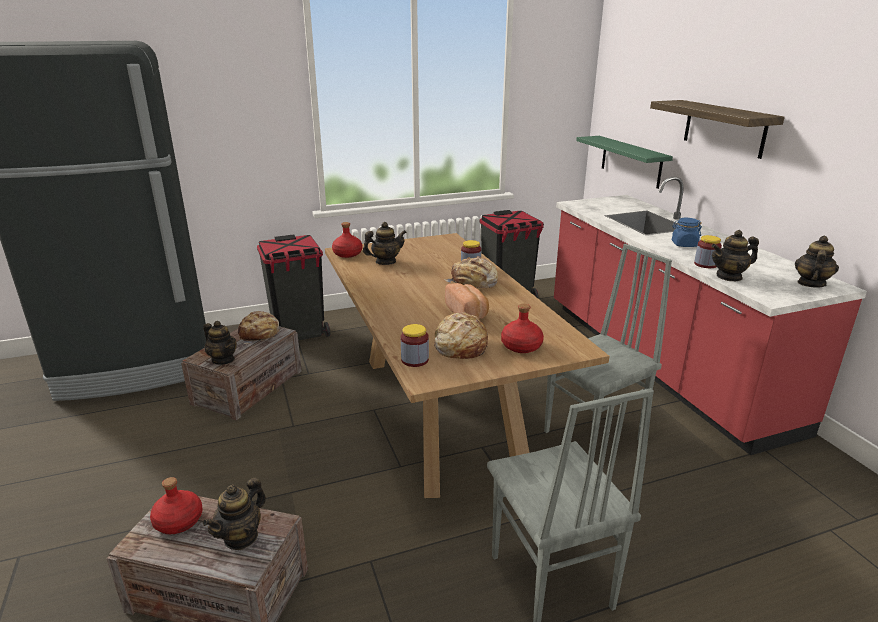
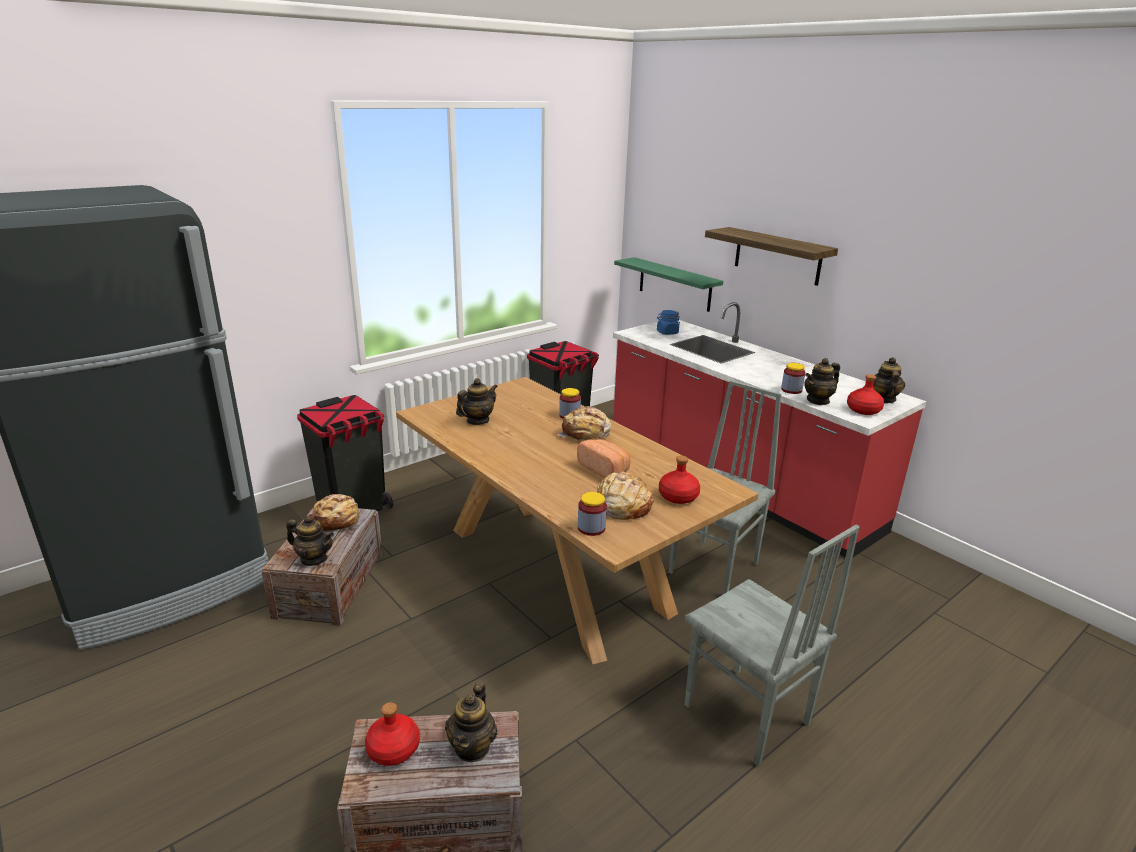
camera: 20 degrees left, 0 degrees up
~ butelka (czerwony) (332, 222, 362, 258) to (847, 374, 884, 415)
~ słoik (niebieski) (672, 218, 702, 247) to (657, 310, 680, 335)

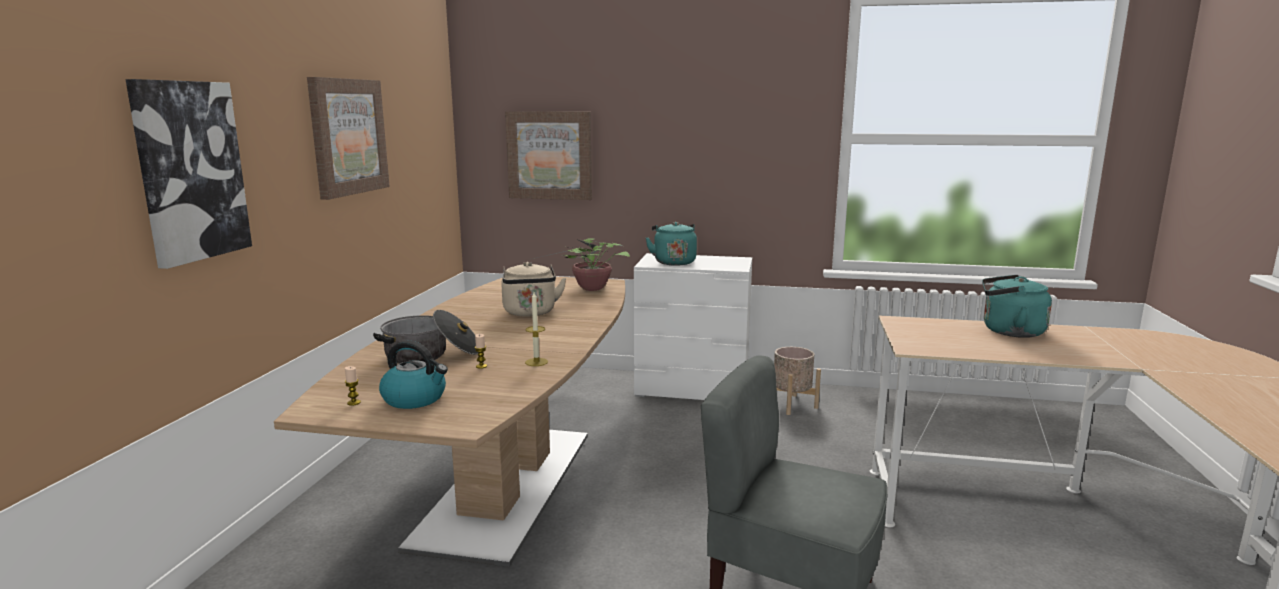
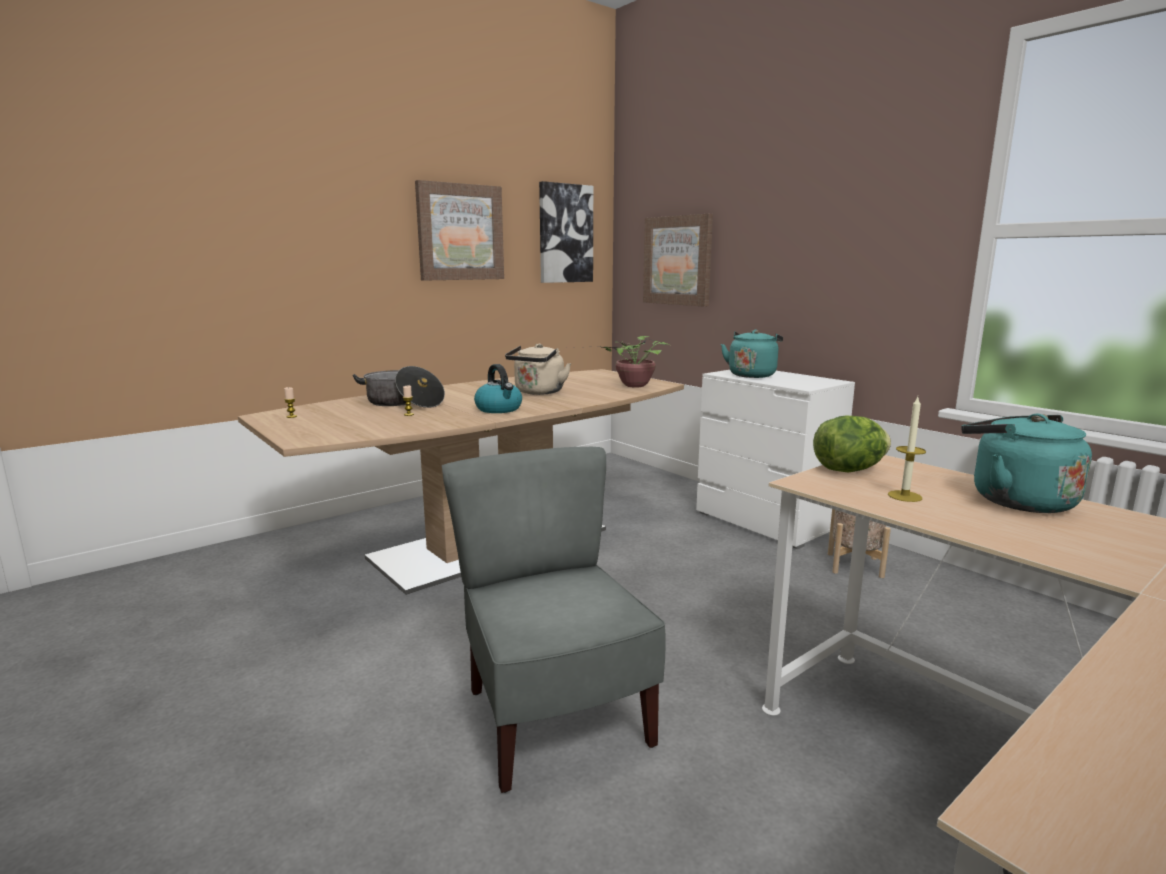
camera: 40 degrees right, 0 degrees up
~ obraz (125, 79, 252, 269) to (539, 181, 593, 283)
~ czajnik (379, 341, 448, 409) to (474, 364, 522, 413)
~ świeca (525, 292, 548, 366) to (888, 397, 926, 502)
+ sałata (813, 416, 891, 472)

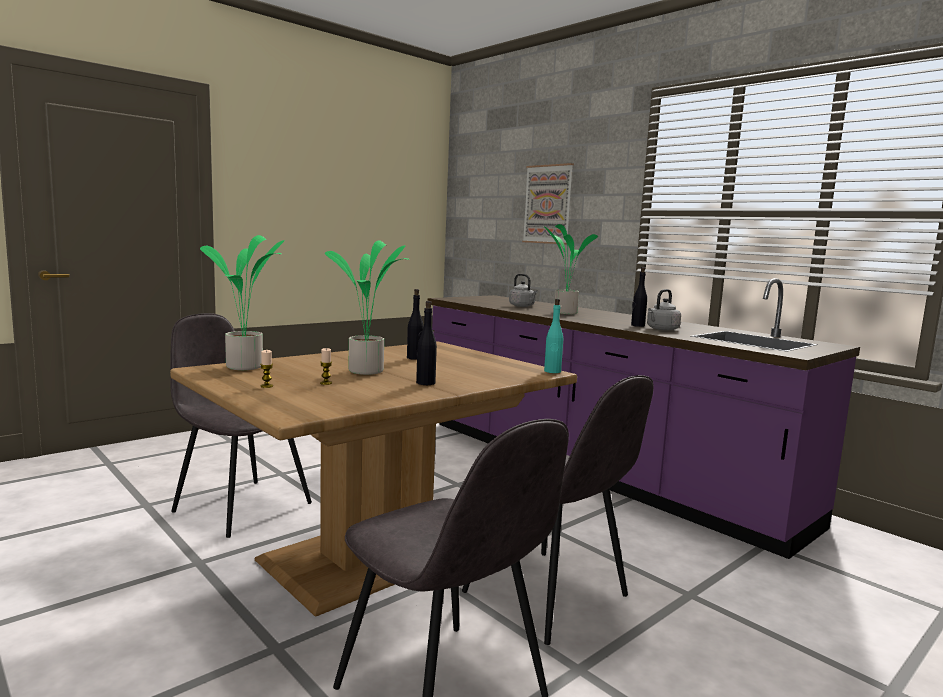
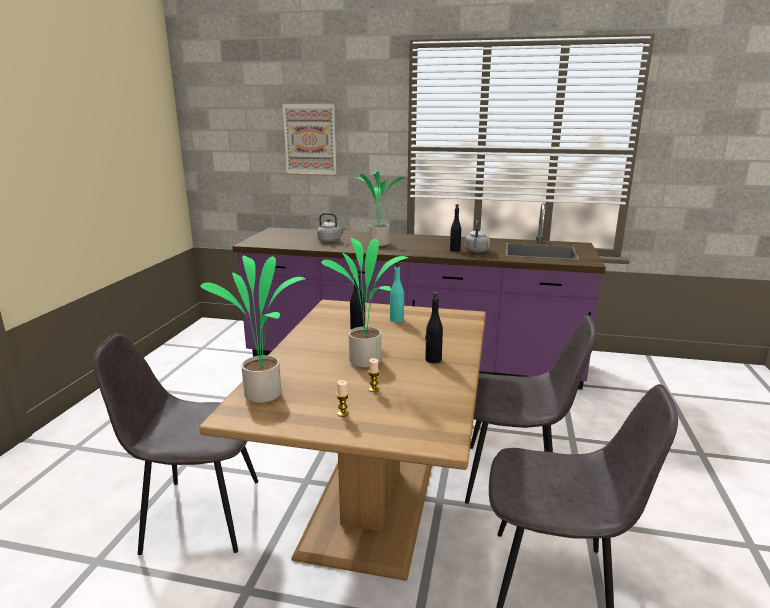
camera: 35 degrees left, 10 degrees up
~ butelka (turkusowy) (544, 299, 563, 373) to (390, 262, 404, 322)

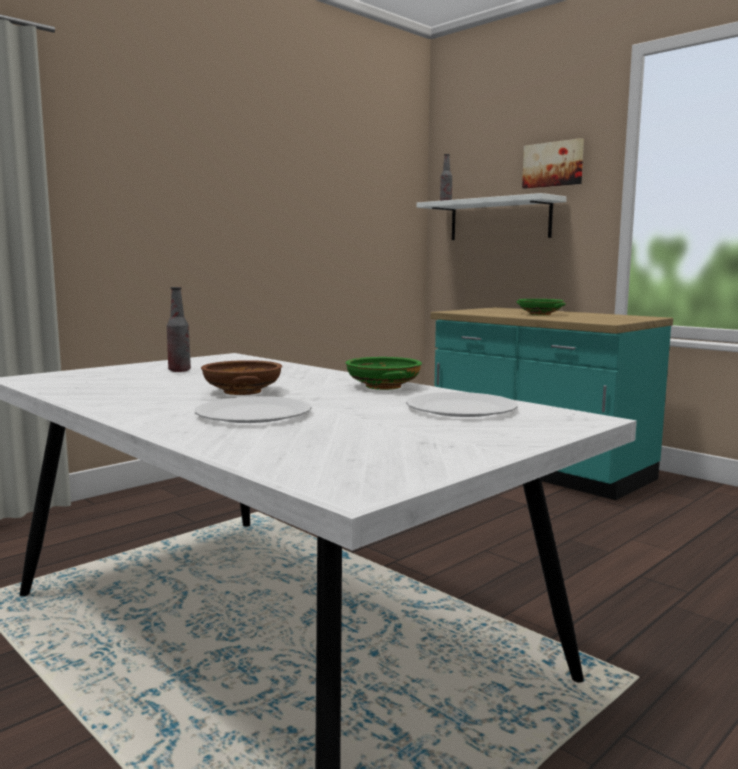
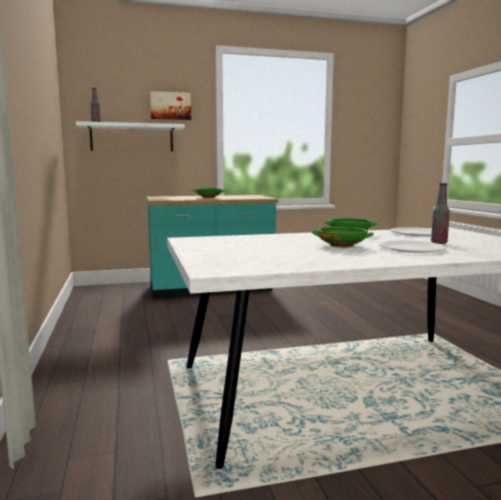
camera: 60 degrees left, 0 degrees up
~ butelka (167, 287, 191, 372) to (431, 183, 450, 244)
~ miska (brązowy) (201, 360, 282, 395) to miska (zielony) (312, 227, 374, 248)

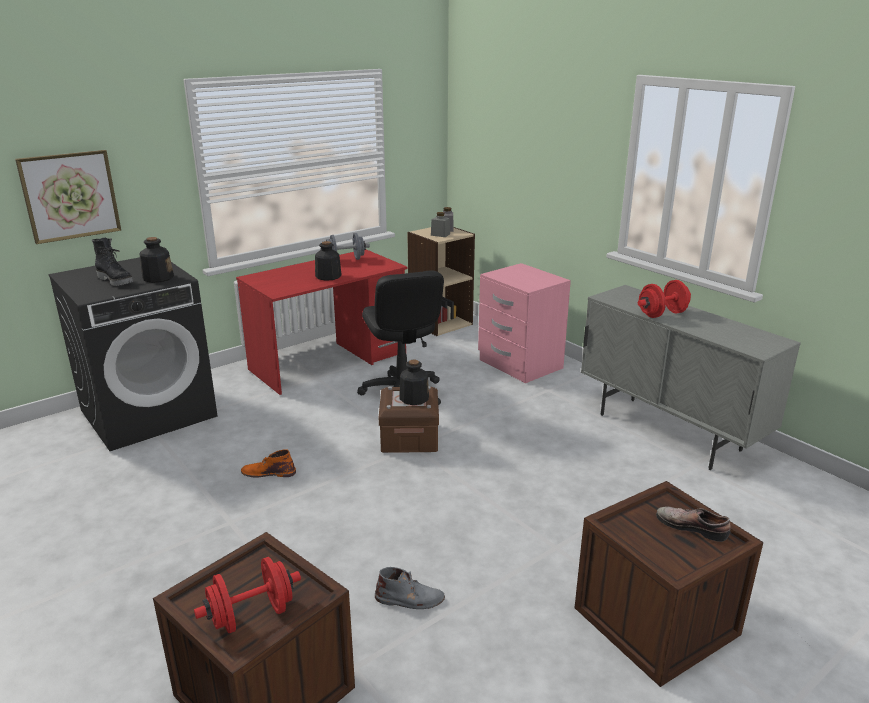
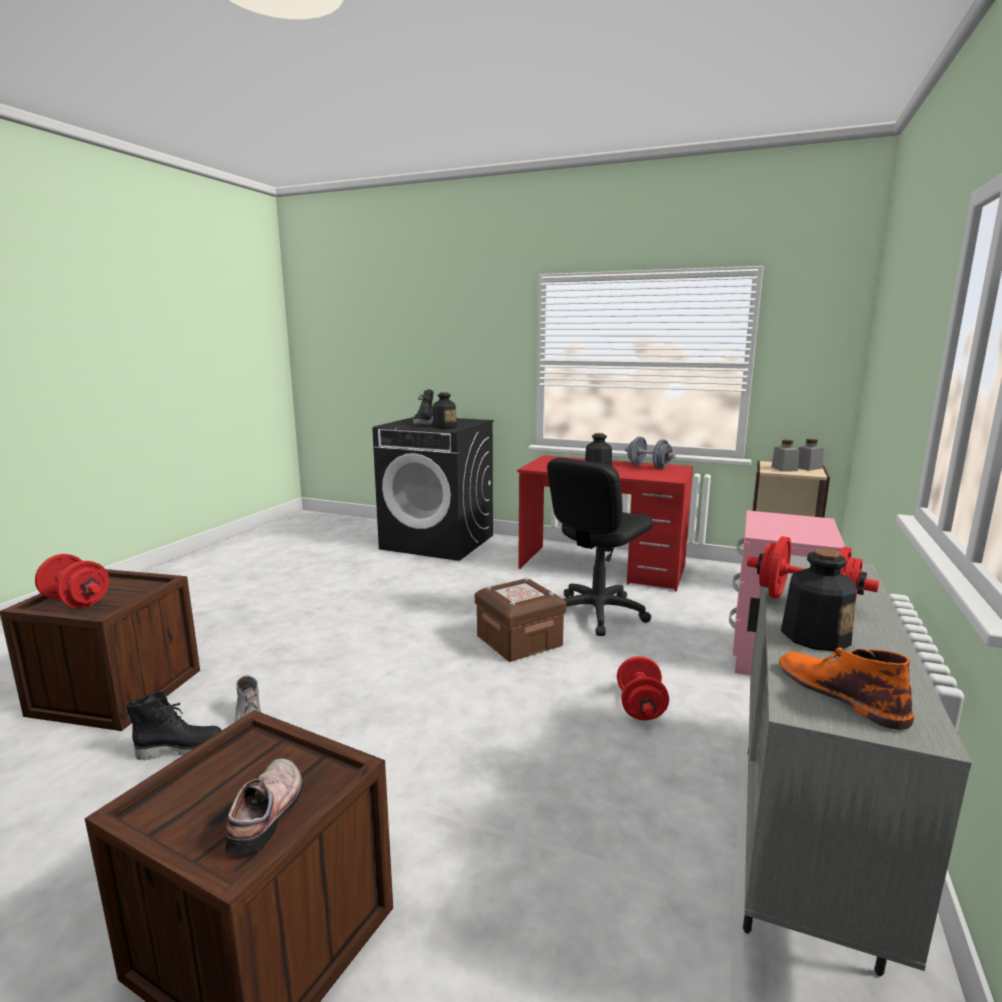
camera: 60 degrees right, 10 degrees down
- obraz (15, 150, 121, 244)
~ but z cholewką (pomarańczowy) (241, 449, 296, 478) to (779, 647, 914, 730)
~ butelka (399, 359, 429, 405) to (781, 549, 856, 651)
+ but z cholewką (czarny) (126, 691, 222, 760)
+ hantel (czerwony) (617, 656, 669, 720)

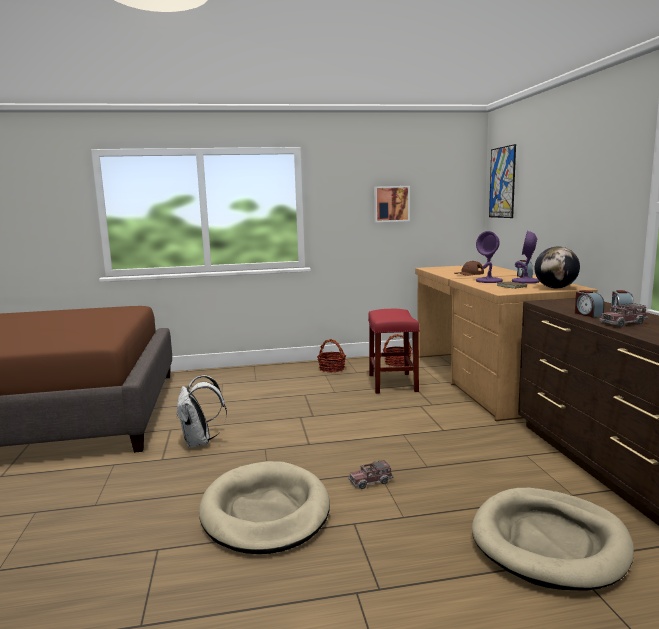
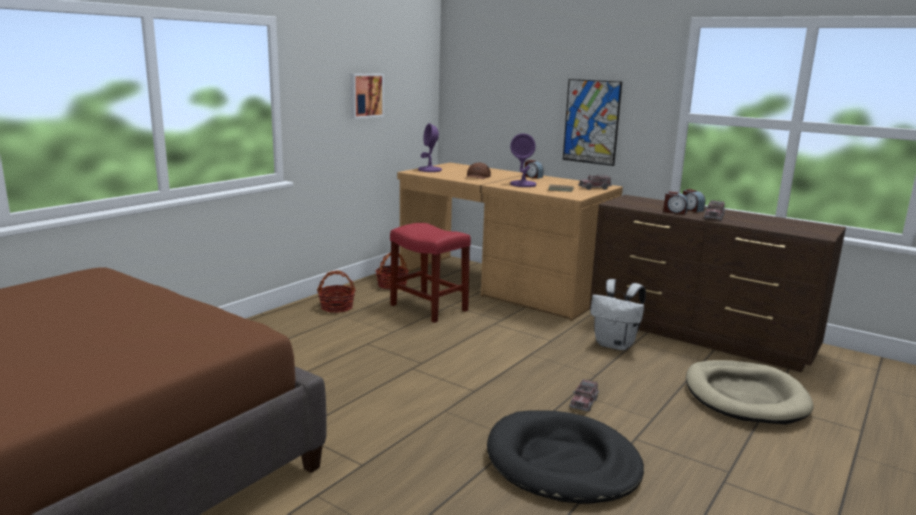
camera: 45 degrees left, 5 degrees up
~ plecak (biały) (176, 375, 227, 448) to (590, 279, 646, 350)
~ legowisko (beżowy) (199, 461, 330, 554) to legowisko (czarny) (487, 410, 644, 504)
~ obraz (489, 144, 516, 218) to (563, 79, 622, 166)
~ lampa stołowa (fioletowy) (512, 230, 540, 284) to (418, 123, 442, 172)
~ globus (535, 247, 580, 288) to ciężarówka zabawkowa (578, 175, 612, 190)

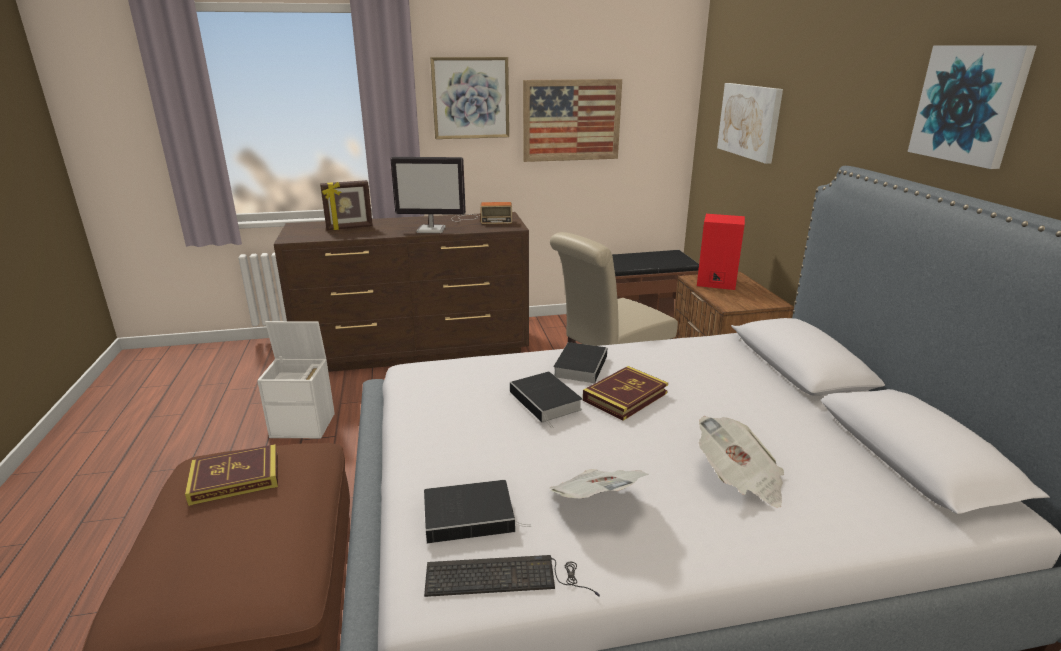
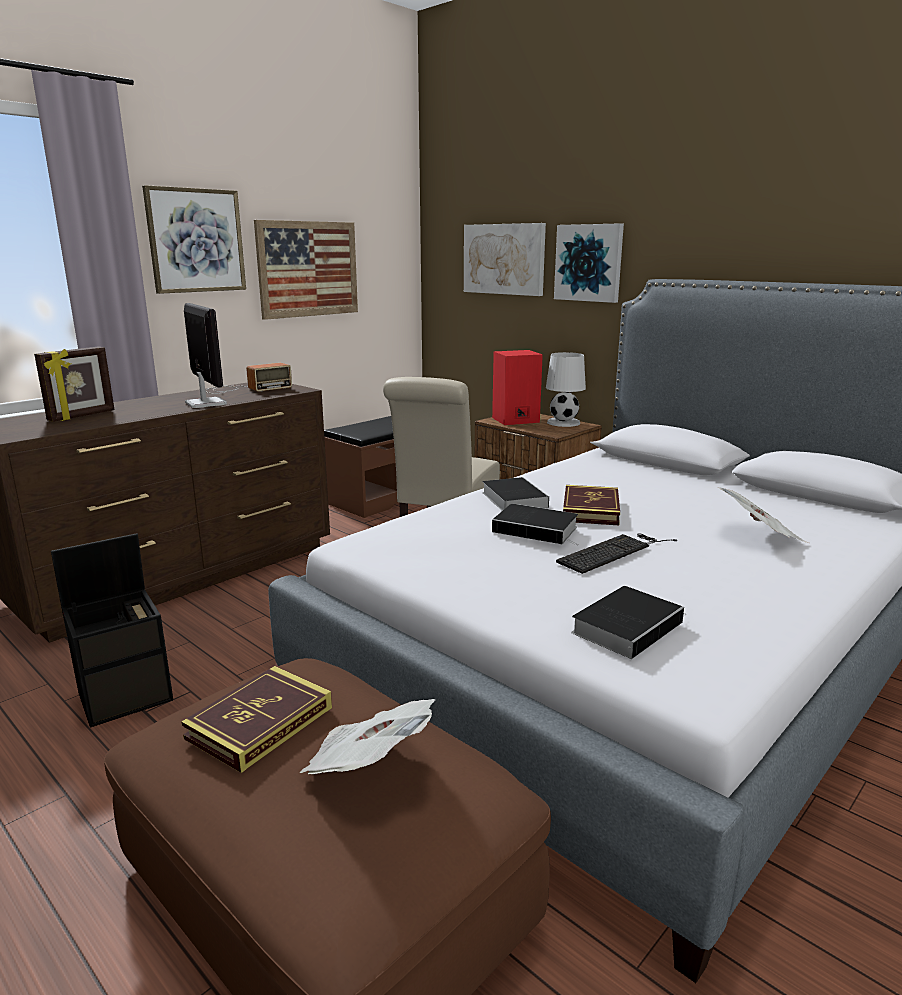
camera: 35 degrees left, 5 degrees down
~ pojemnik do przechowywania (biały) (257, 321, 335, 438) to pojemnik do przechowywania (czarny) (51, 533, 173, 727)
~ monitor (390, 157, 466, 233) = (184, 303, 227, 408) 90 degrees counterclockwise
~ klawiatura (424, 555, 600, 597) to (556, 533, 677, 574)
~ gazeta (550, 469, 649, 498) to (300, 699, 435, 774)
~ obraz (908, 45, 1037, 169) to (554, 224, 624, 303)
+ lampa stołowa (biały) (546, 352, 586, 427)

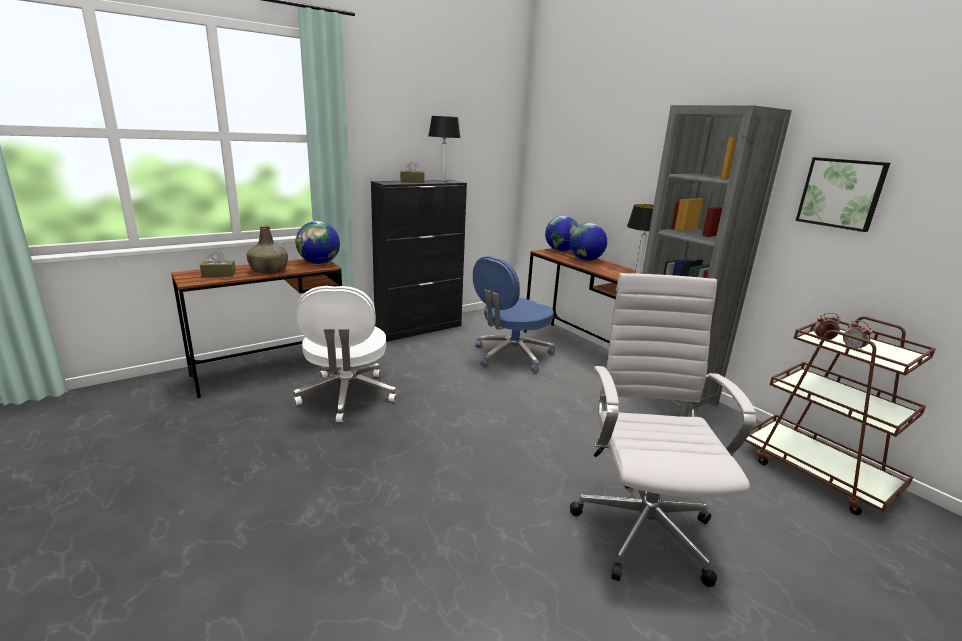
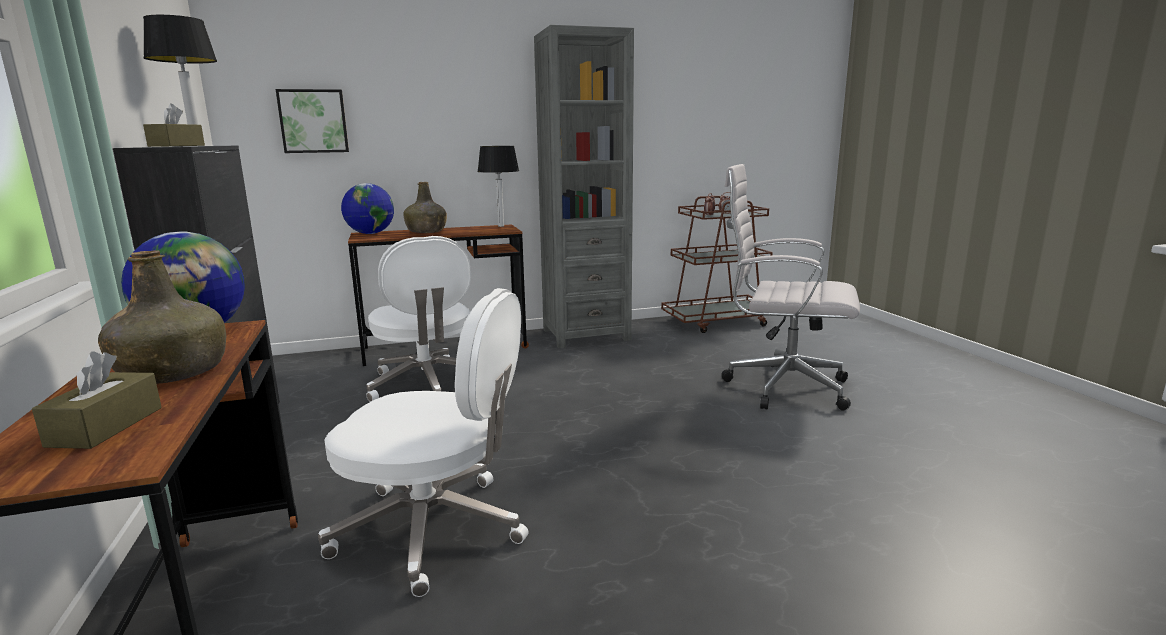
camera: 70 degrees left, 5 degrees down
~ krzesło biurowe (niebieski) (473, 256, 555, 373) to krzesło biurowe (biały) (366, 236, 471, 402)
~ globus (569, 223, 607, 261) to butelka (zielony) (403, 182, 447, 233)
~ obraz (796, 157, 890, 232) to (276, 89, 349, 153)

